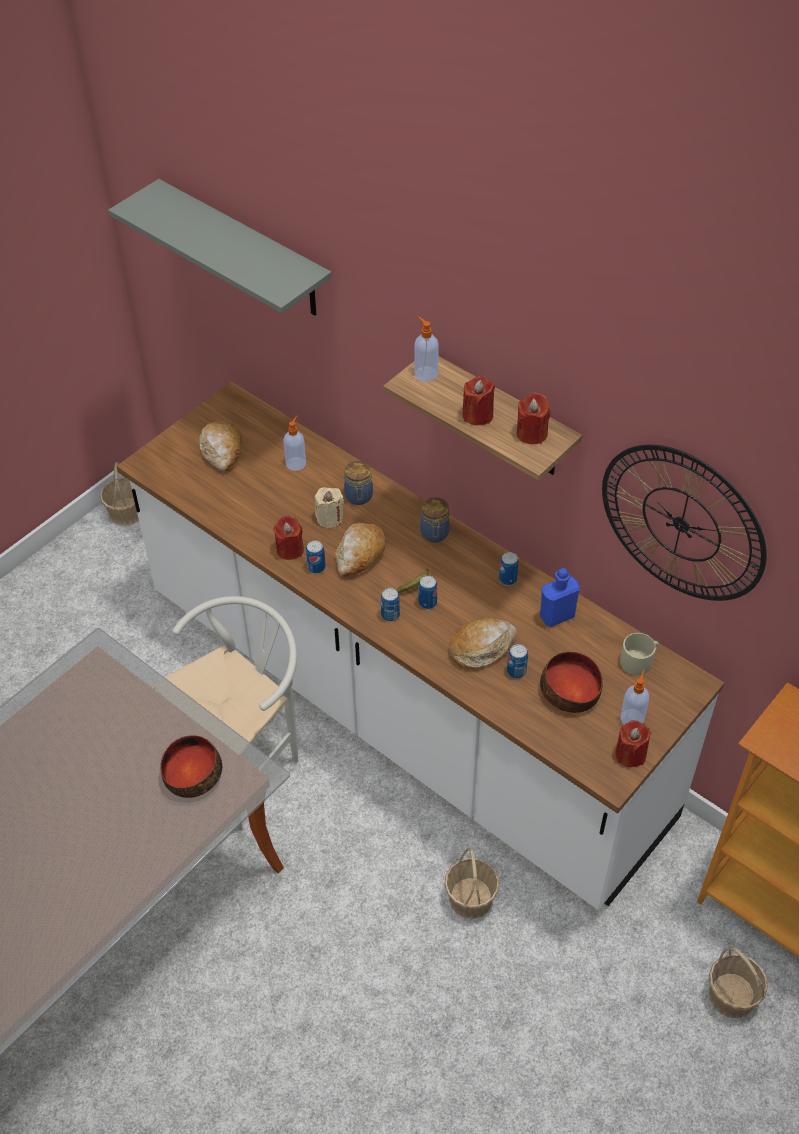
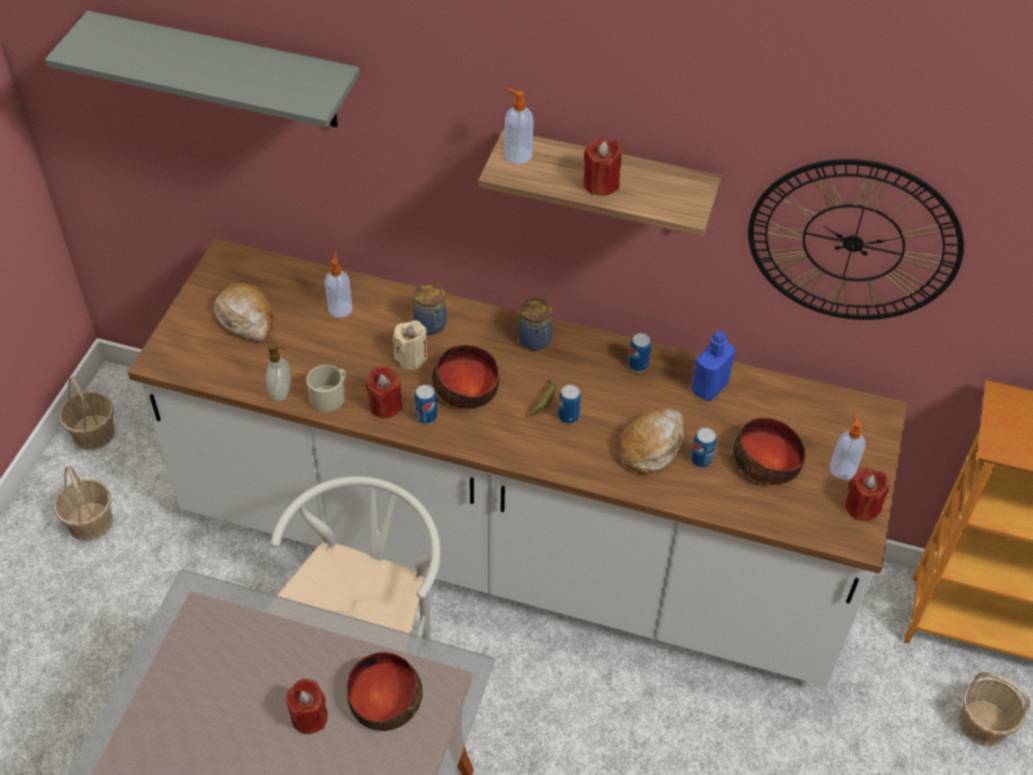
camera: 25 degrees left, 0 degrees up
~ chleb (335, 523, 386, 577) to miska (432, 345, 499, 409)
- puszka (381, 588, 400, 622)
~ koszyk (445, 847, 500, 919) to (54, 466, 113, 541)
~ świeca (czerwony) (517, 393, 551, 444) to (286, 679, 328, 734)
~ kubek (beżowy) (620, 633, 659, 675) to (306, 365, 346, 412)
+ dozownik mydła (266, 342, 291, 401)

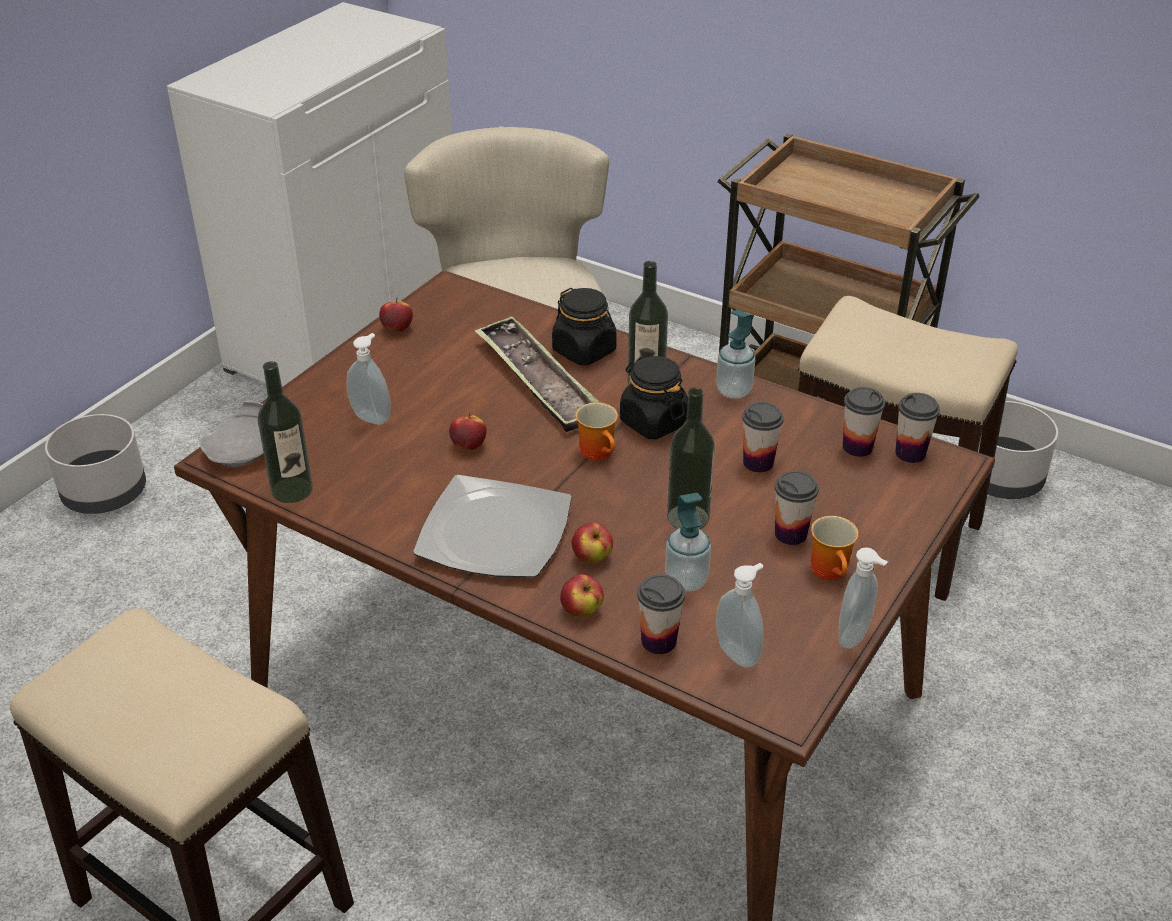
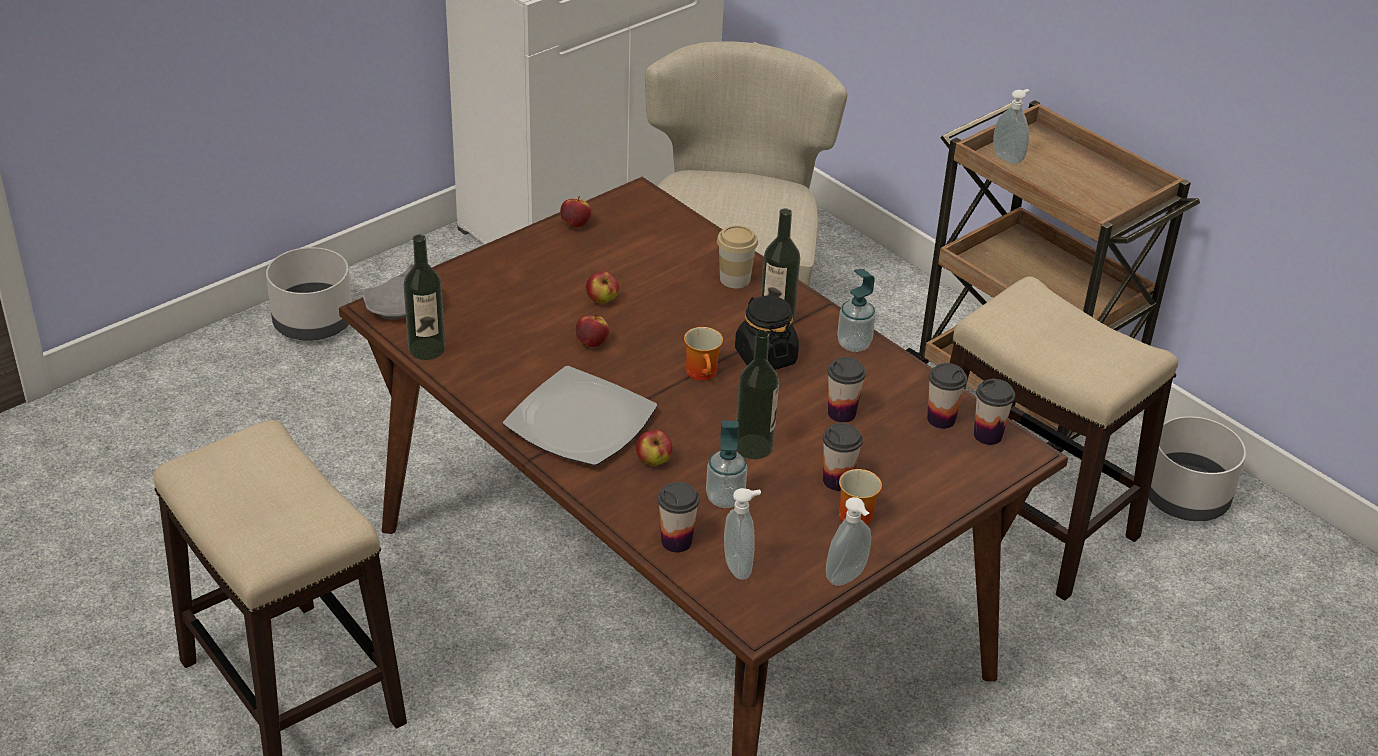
camera: 15 degrees right, 0 degrees up
~ dozownik mydła (346, 333, 391, 425) to (993, 89, 1029, 165)
- taca (475, 316, 601, 432)
~ słoik (czarny) (552, 288, 617, 365) to filiżanka (717, 225, 758, 288)
~ jabłko (560, 574, 604, 616) to (586, 271, 619, 304)

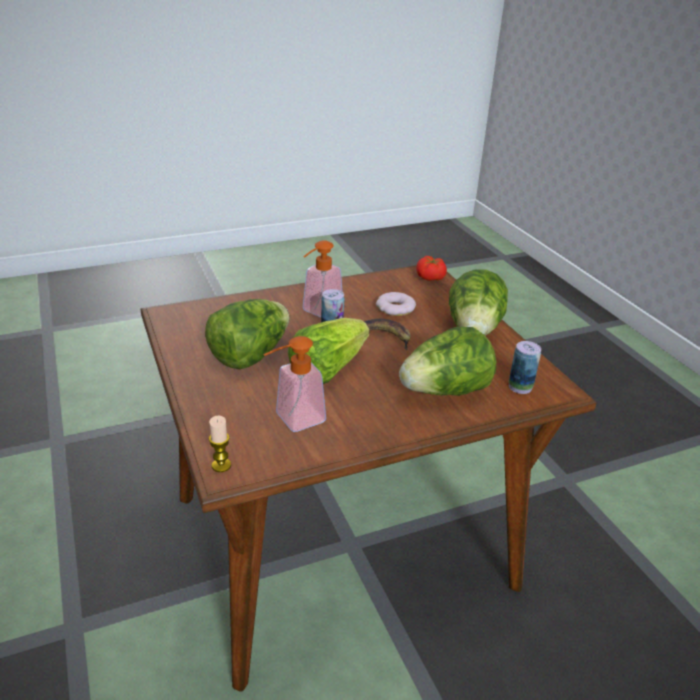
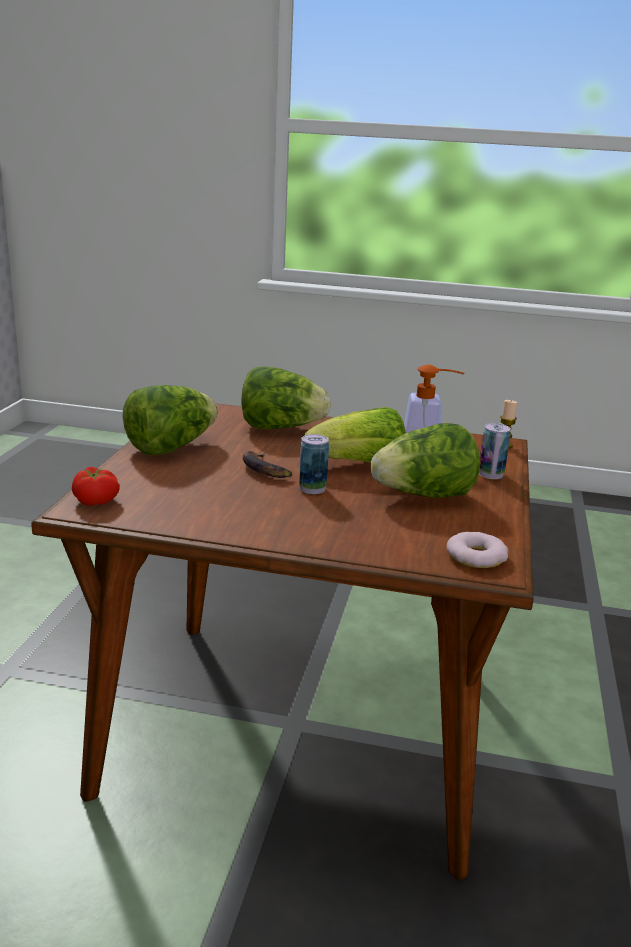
camera: 145 degrees left, 10 degrees down
- dozownik mydła (303, 240, 342, 317)
~ donut (376, 292, 416, 316) to (446, 532, 508, 568)
~ puszka (509, 341, 541, 394) to (479, 423, 511, 479)

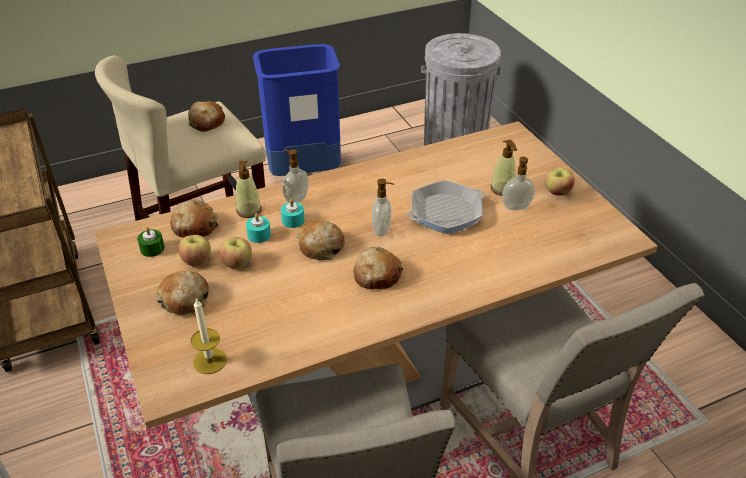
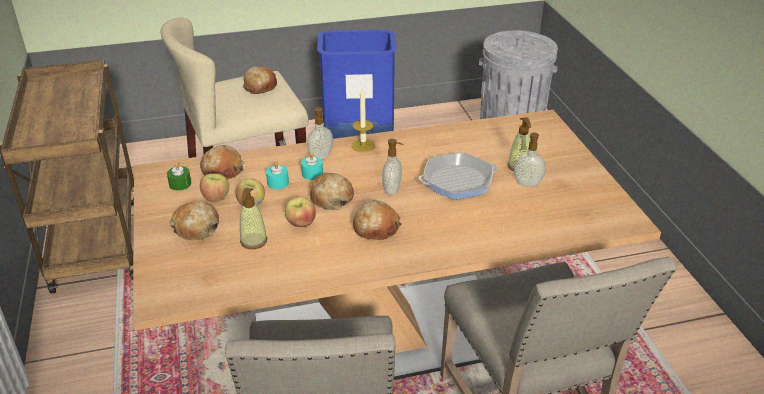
camera: 10 degrees right, 5 degrees down
~ świeca (191, 298, 227, 374) to (351, 87, 375, 152)
~ dozownik mydła (236, 161, 262, 218) to (240, 188, 267, 249)
~ jabłko (545, 167, 575, 195) to (285, 197, 316, 227)

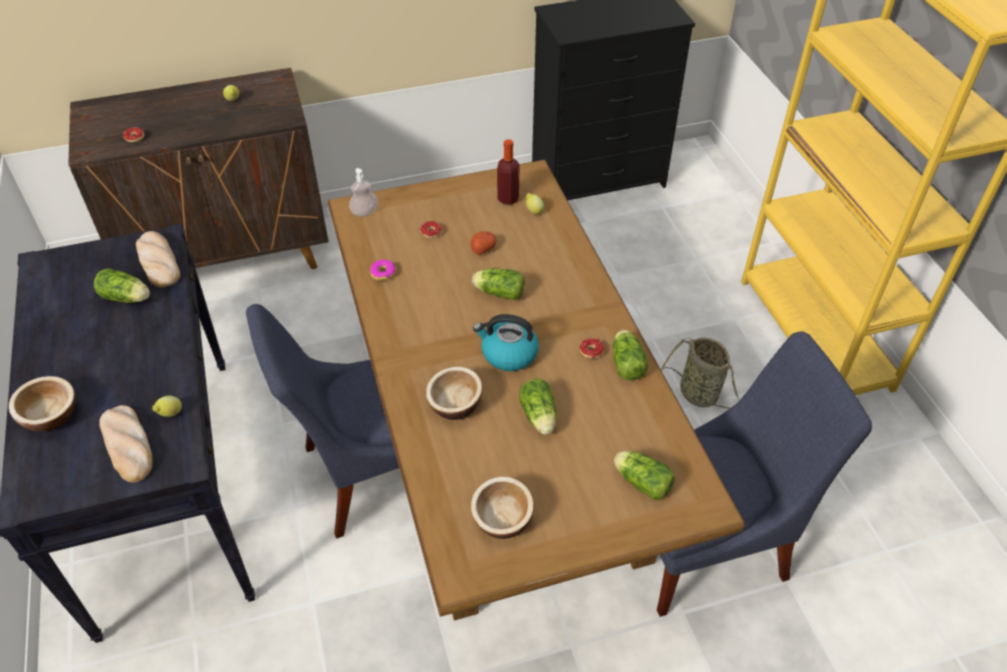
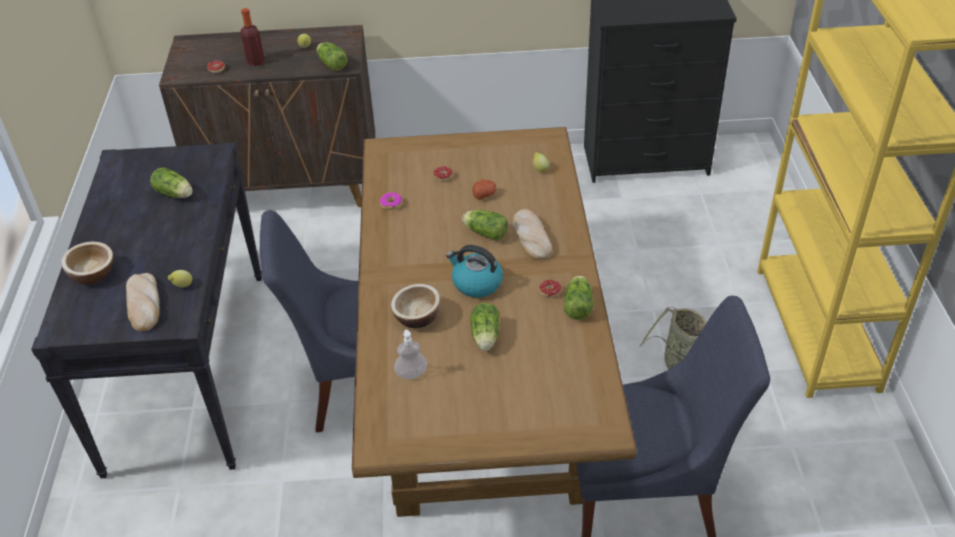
camera: 15 degrees right, 5 degrees down
~ chleb (136, 231, 180, 288) to (512, 209, 552, 260)
~ dozownik mydła (349, 168, 378, 217) to (394, 329, 427, 379)
- miska (471, 477, 534, 539)
~ butelka (497, 139, 520, 205) to (240, 8, 265, 66)
~ sałata (614, 451, 675, 500) to (317, 42, 347, 71)

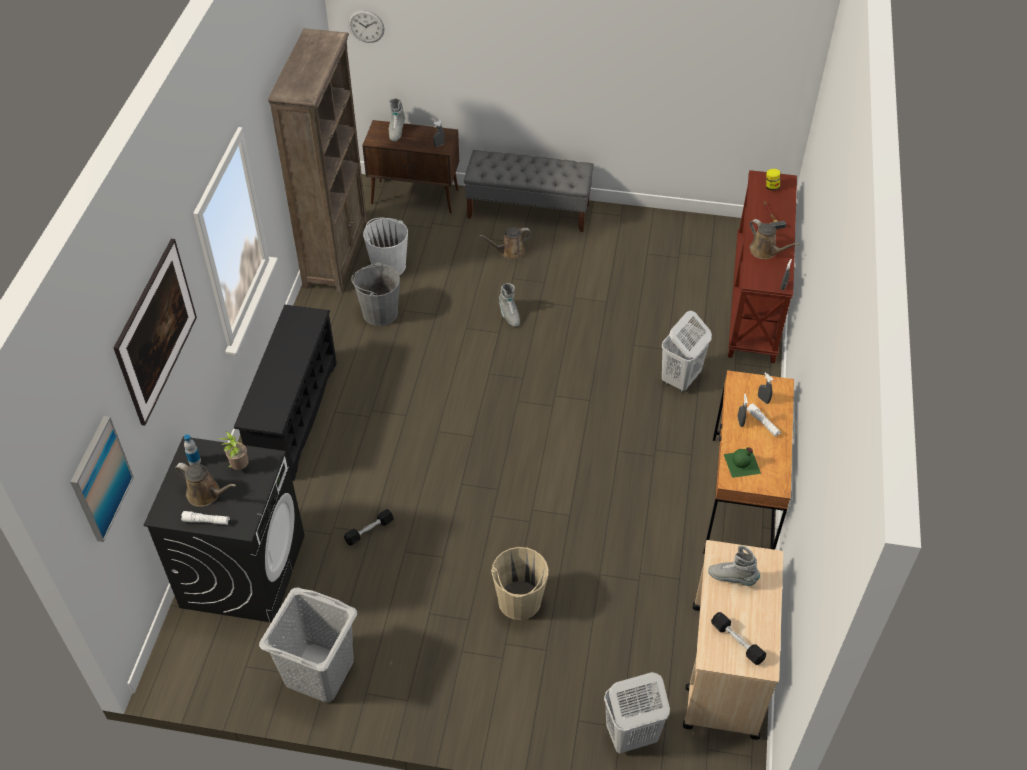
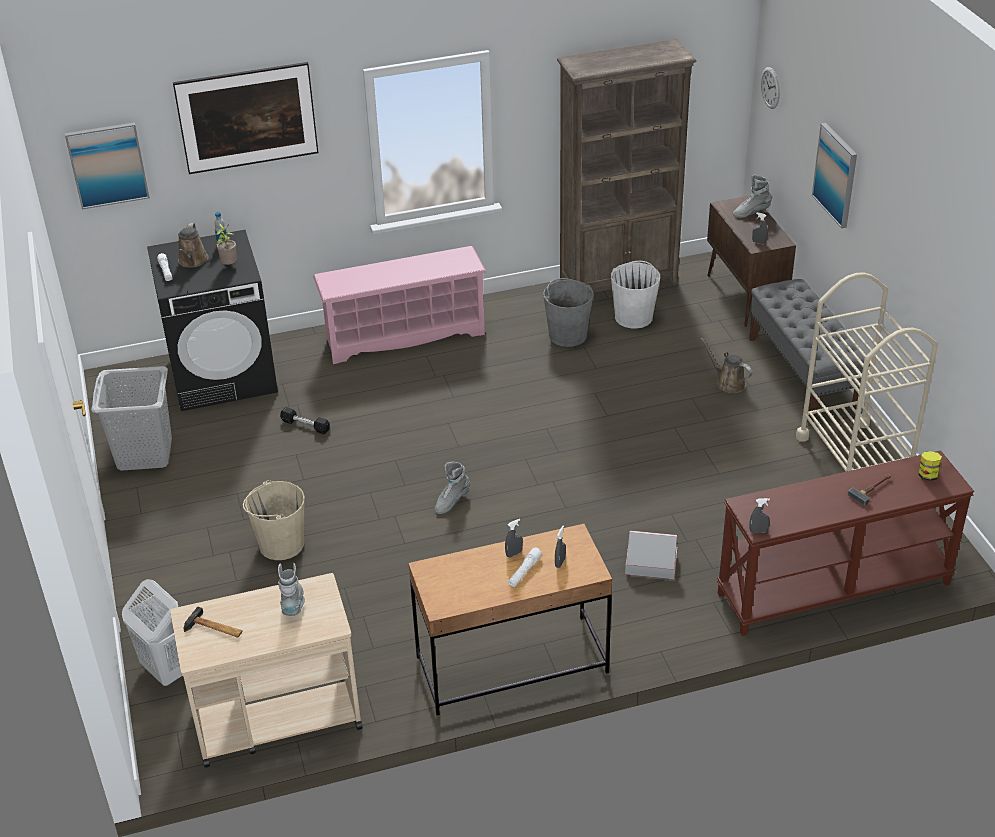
camera: 65 degrees right, 10 degrees down
~ regał na buty (czarny) (234, 305, 337, 481) to regał na buty (różowy) (313, 246, 486, 364)
~ but z cholewką (szary) (499, 283, 520, 327) to (435, 462, 470, 514)
~ kosz na pranie (biały) (662, 311, 712, 393) to karton (625, 531, 677, 579)
~ hantel (czarny) (711, 612, 766, 665) to młotek (183, 607, 243, 638)
- butelka (zielony) (724, 448, 761, 478)
- konewka (brązowy) (749, 219, 799, 259)
+ wózek (beżowy) (796, 272, 938, 472)
+ obraz (812, 123, 857, 228)

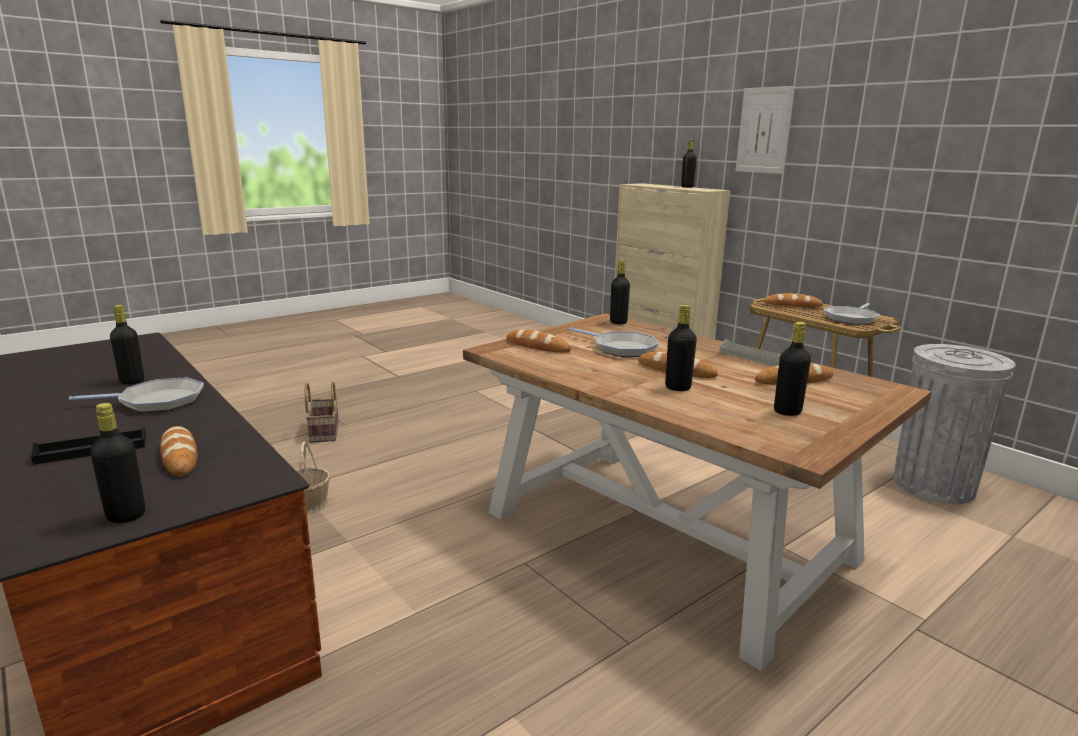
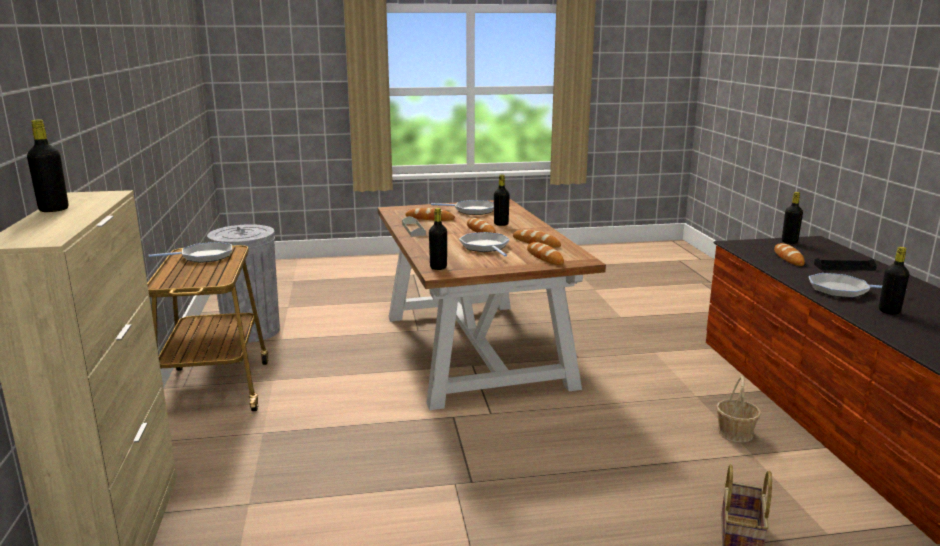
camera: 150 degrees left, 0 degrees up
- obraz (736, 86, 794, 174)
~ chleb (764, 293, 823, 307) to (513, 229, 561, 248)
~ butelka (czarny) (774, 322, 811, 416) to patelnia (431, 200, 494, 215)

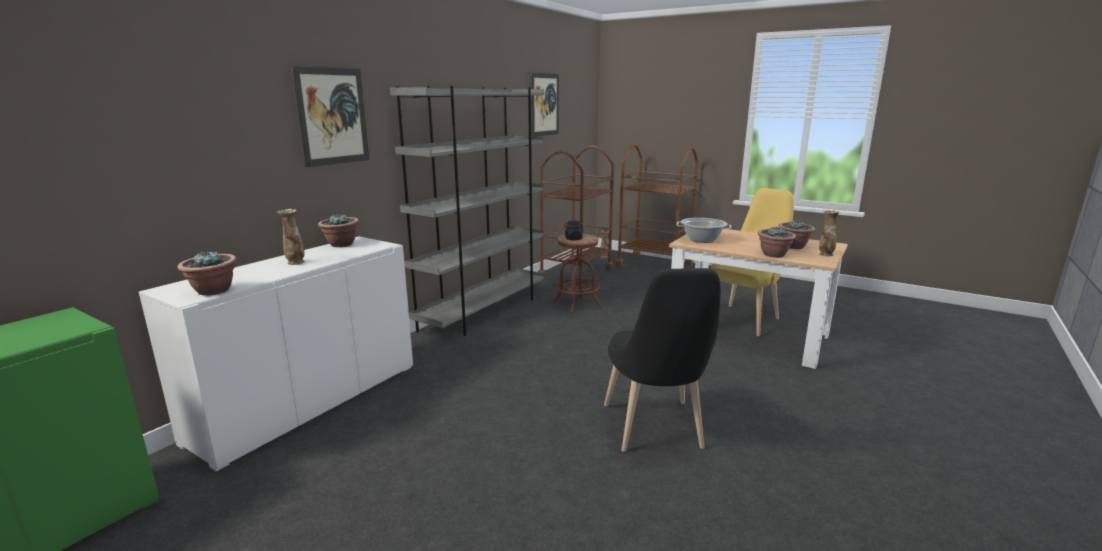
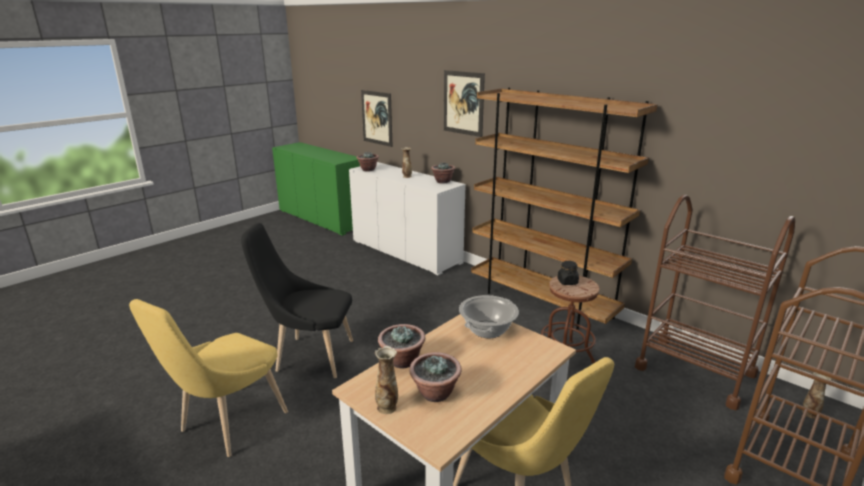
camera: 100 degrees right, 5 degrees up
~ regał (szary) (390, 86, 545, 336) to regał (brązowy) (471, 88, 658, 330)
~ obraz (530, 73, 559, 136) to (361, 90, 393, 147)
+ krzesło (żółty) (129, 299, 288, 457)

